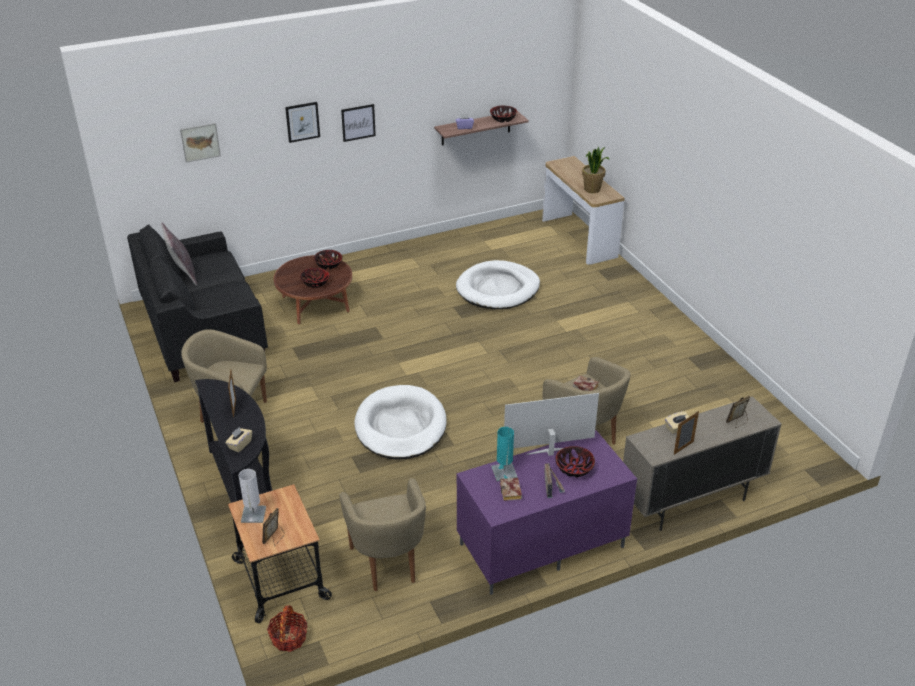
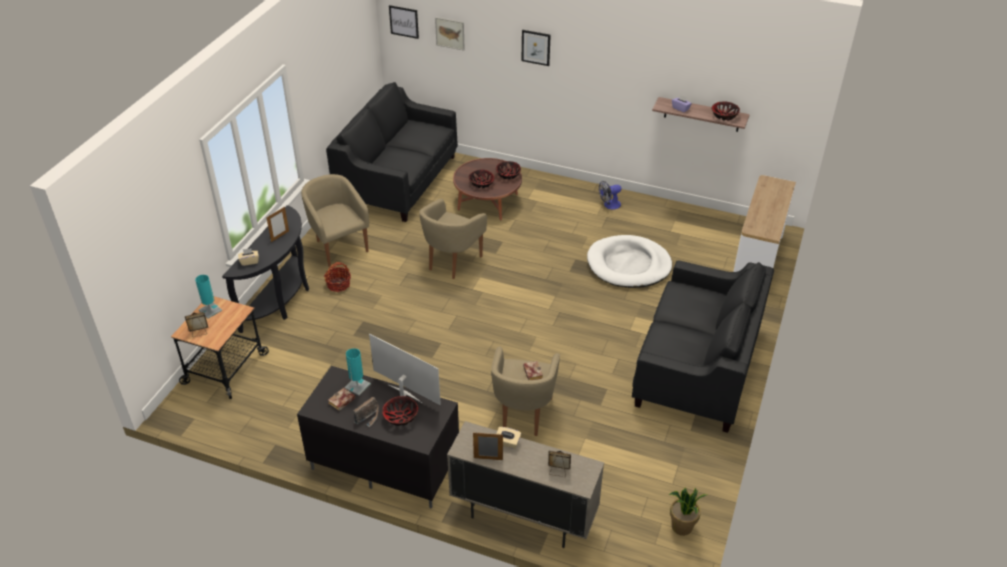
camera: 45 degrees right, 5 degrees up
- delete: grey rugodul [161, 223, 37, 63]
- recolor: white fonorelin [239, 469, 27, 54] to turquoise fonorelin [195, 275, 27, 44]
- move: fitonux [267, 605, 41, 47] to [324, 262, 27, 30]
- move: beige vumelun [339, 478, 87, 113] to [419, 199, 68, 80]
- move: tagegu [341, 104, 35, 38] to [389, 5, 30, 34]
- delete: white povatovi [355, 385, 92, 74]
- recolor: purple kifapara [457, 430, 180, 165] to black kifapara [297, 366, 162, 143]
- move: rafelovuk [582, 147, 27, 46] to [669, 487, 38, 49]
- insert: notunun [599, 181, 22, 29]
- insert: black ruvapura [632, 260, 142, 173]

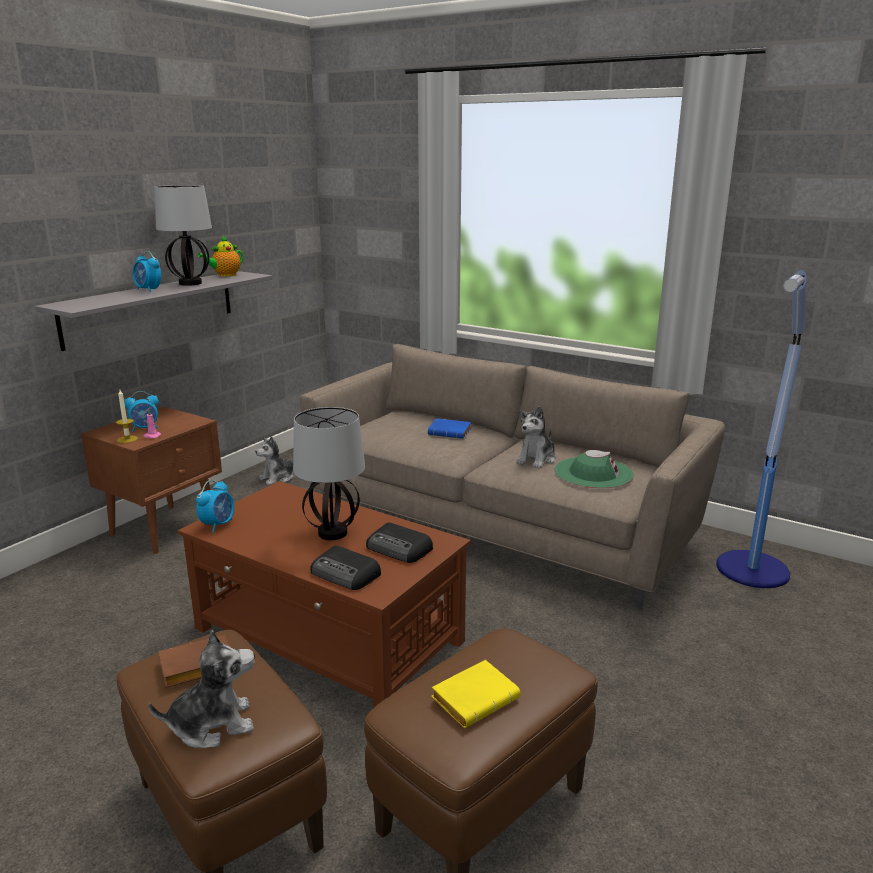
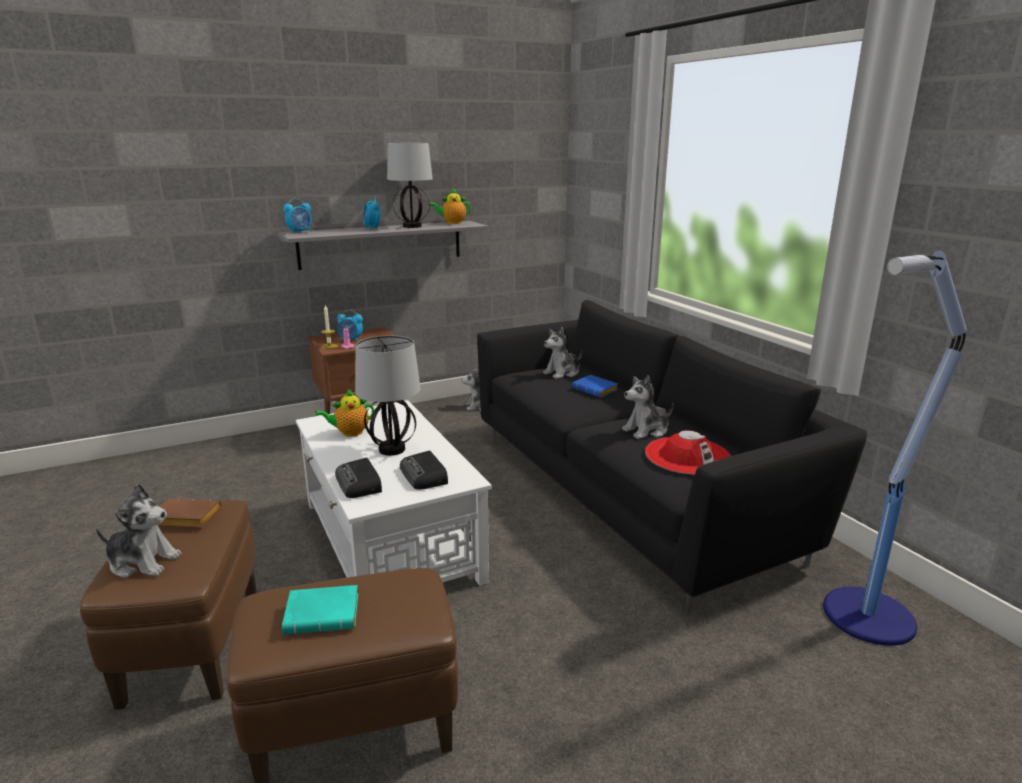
camera: 30 degrees right, 0 degrees up
- recolor: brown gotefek [178, 481, 293, 227] to white gotefek [296, 400, 196, 186]
- move: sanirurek [196, 480, 38, 53] to [283, 198, 29, 36]
- recolor: beige ruvapura [300, 344, 425, 266] to black ruvapura [477, 300, 390, 313]
- recolor: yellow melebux [431, 660, 90, 68] to turquoise melebux [282, 585, 76, 50]
- recolor: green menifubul [555, 450, 79, 38] to red menifubul [645, 431, 86, 43]
- insert: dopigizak [315, 389, 59, 48]
- insert: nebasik [543, 327, 39, 52]

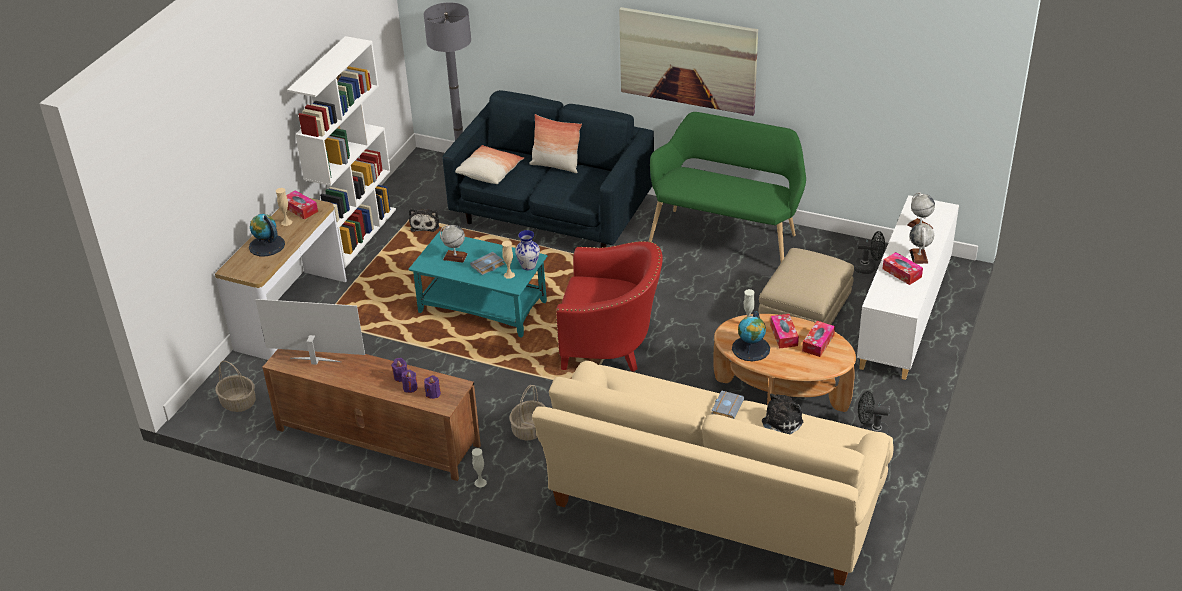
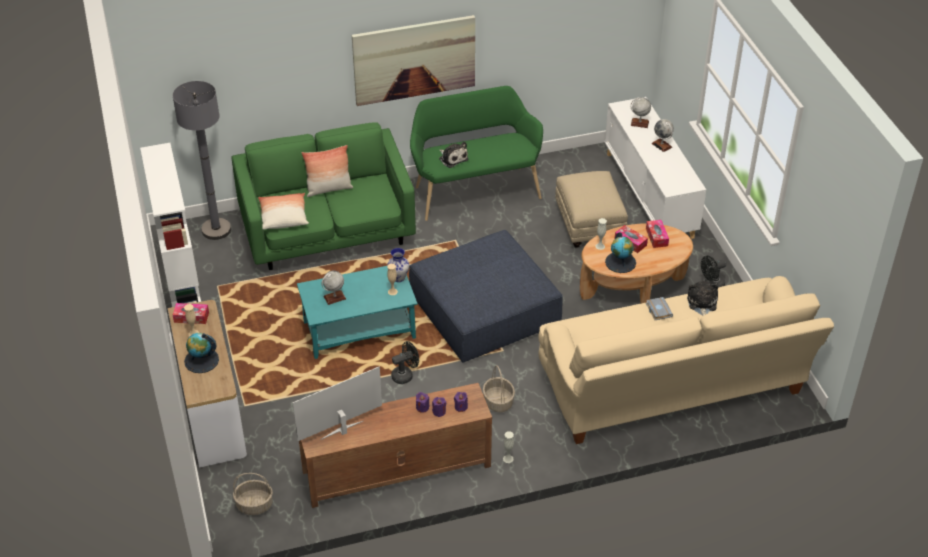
camera: 40 degrees left, 5 degrees up
- move: nebasik [409, 209, 30, 23] to [439, 142, 29, 26]
- recolor: blue ruvapura [442, 90, 212, 158] to green ruvapura [231, 122, 185, 148]
- delete: grey melebux [470, 252, 35, 23]
- replace: red vumelun [556, 241, 107, 131] to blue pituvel [409, 230, 154, 132]
- move: black notunun [853, 231, 32, 43] to [391, 341, 28, 43]
- delete: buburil [882, 252, 41, 33]

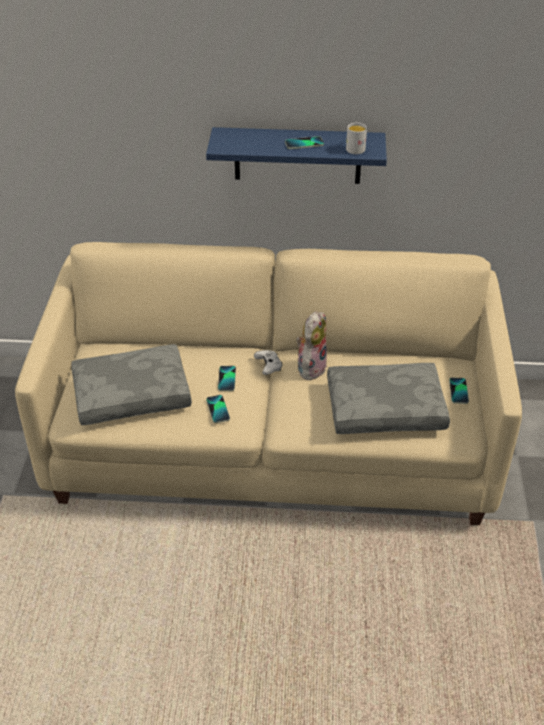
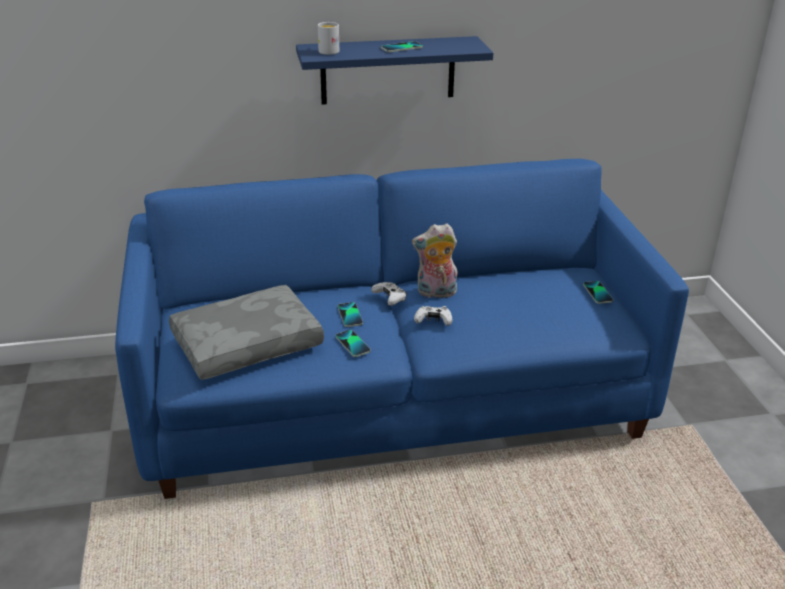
camera: 15 degrees left, 10 degrees down
- recolor: beige ruvapura [15, 242, 507, 283] to blue ruvapura [115, 159, 574, 340]
- rotate: nebasik [296, 311, 31, 69] = [412, 223, 46, 75] 105 degrees counterclockwise
- delete: grey rugodul [327, 363, 123, 71]
- move: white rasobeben [346, 123, 21, 31] to [318, 22, 21, 33]
- insert: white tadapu [414, 306, 38, 20]

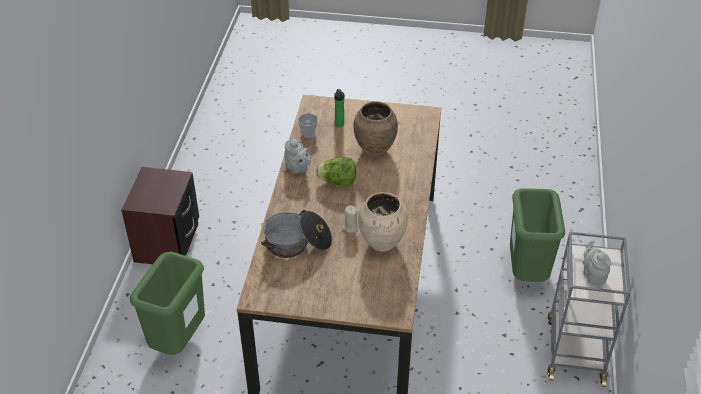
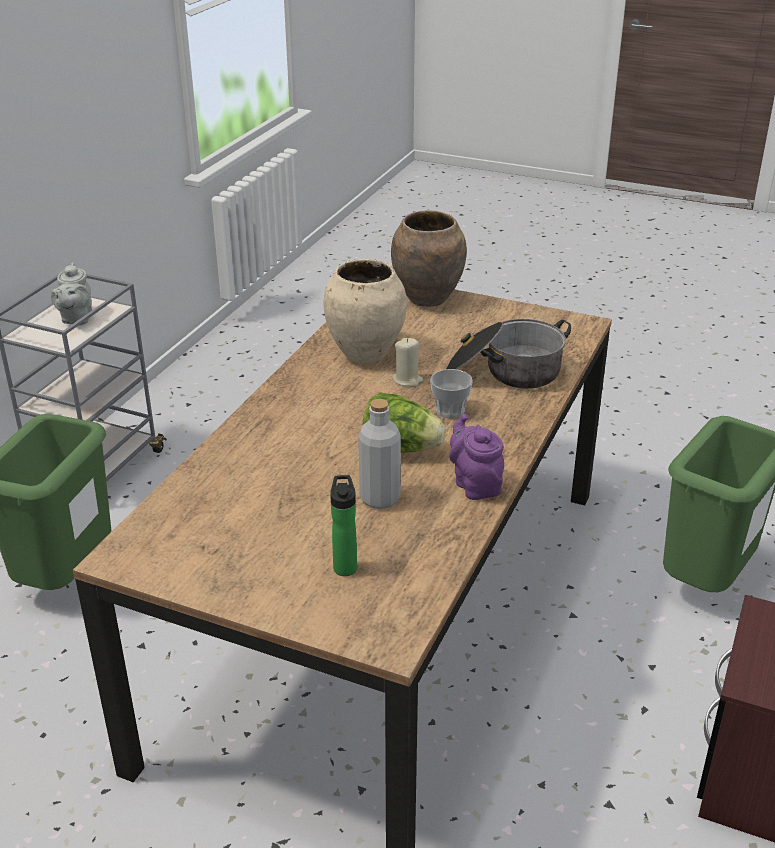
camera: 165 degrees left, 10 degrees down
- recolor: grey dopigizak [284, 138, 27, 36] to purple dopigizak [449, 414, 55, 86]
- move: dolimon [298, 113, 20, 25] to [430, 369, 43, 50]
- move: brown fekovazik [353, 101, 45, 56] to [391, 210, 76, 97]
- insert: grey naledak [358, 399, 43, 110]

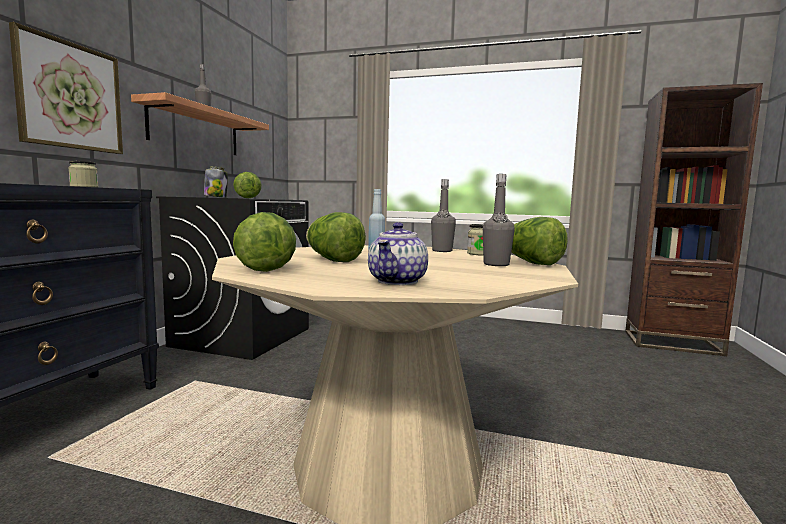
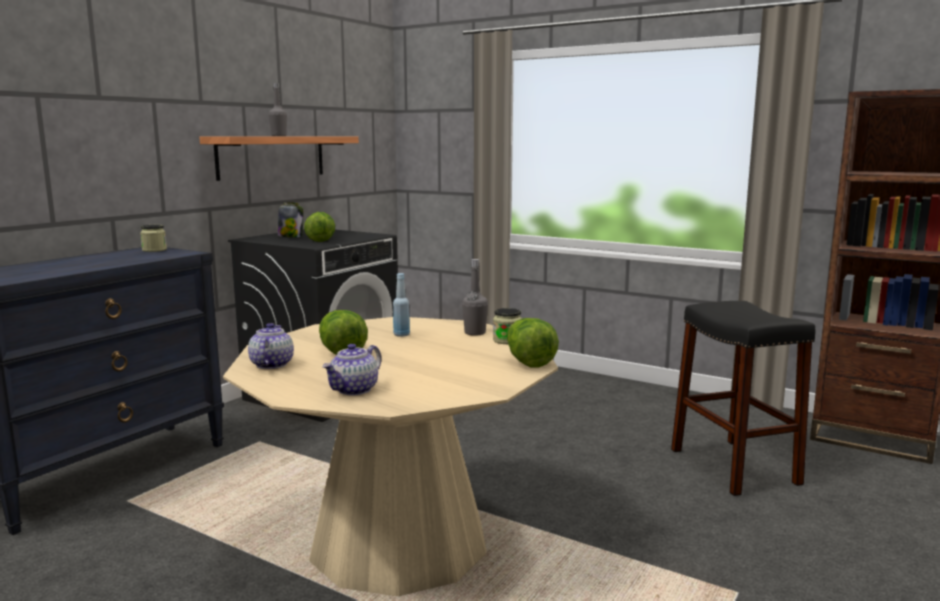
camera: 15 degrees right, 5 degrees up
- delete: tagegu [9, 22, 114, 132]
- replace: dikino [233, 212, 63, 60] to dopigizak [248, 323, 46, 46]
- delete: grey naledak [483, 174, 32, 92]
- insert: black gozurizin [671, 301, 145, 195]

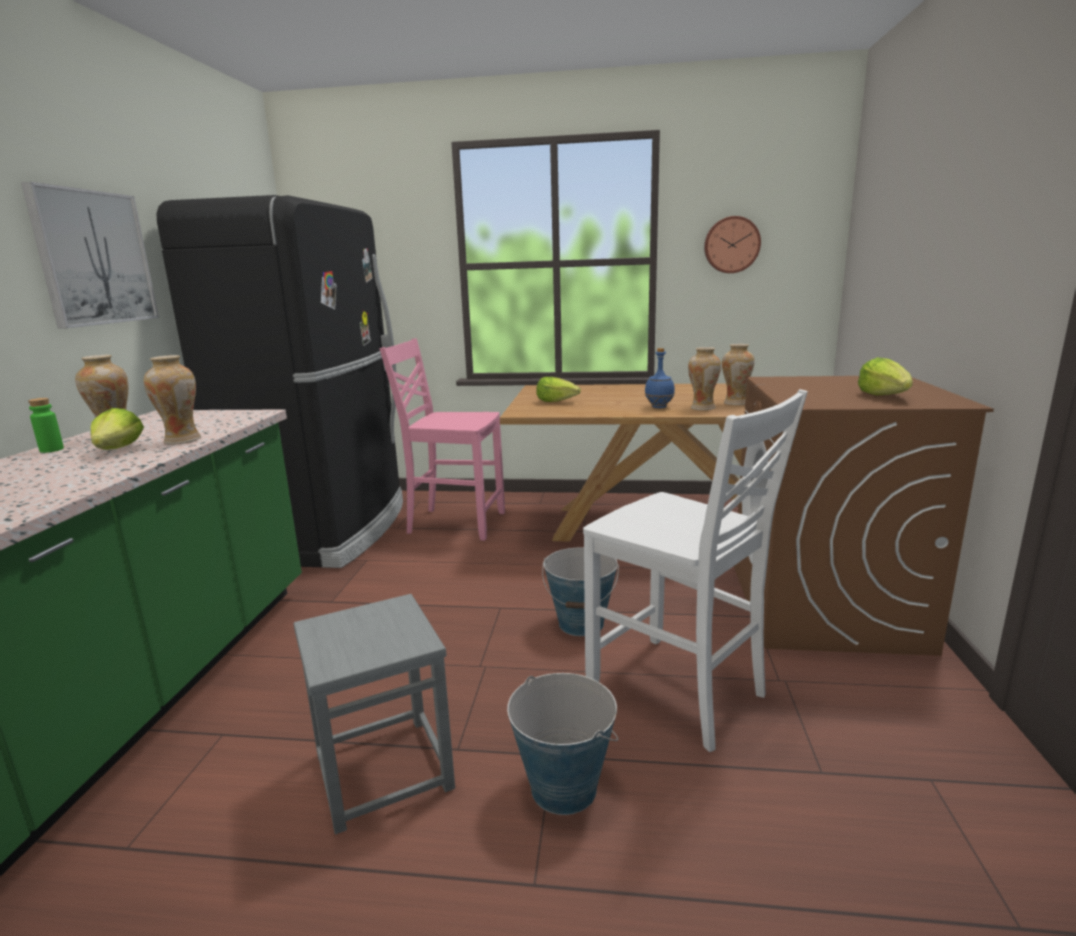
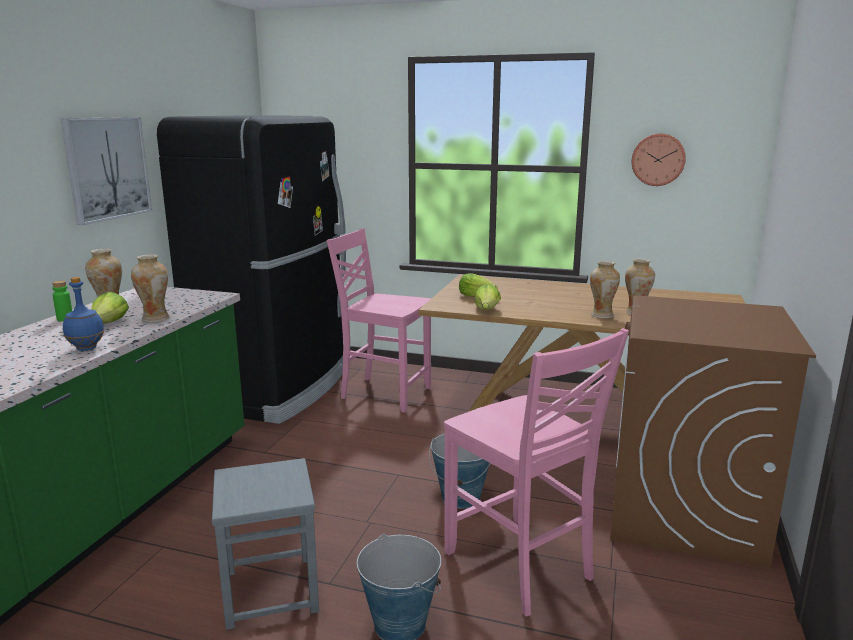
camera: 10 degrees right, 0 degrees up
- recolor: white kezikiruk [583, 389, 225, 363] to pink kezikiruk [444, 328, 185, 289]
- move: blue naledak [645, 348, 30, 60] to [63, 277, 41, 74]
- move: dikino [858, 357, 55, 38] to [475, 284, 26, 26]

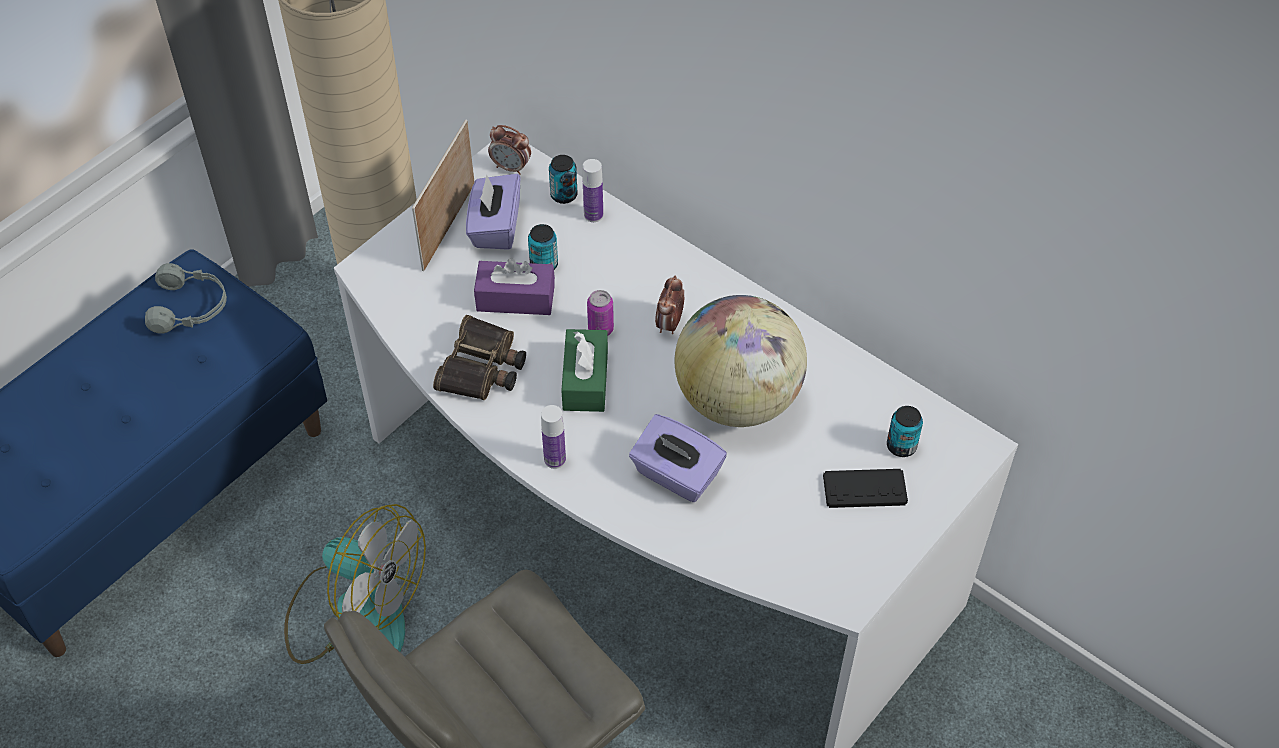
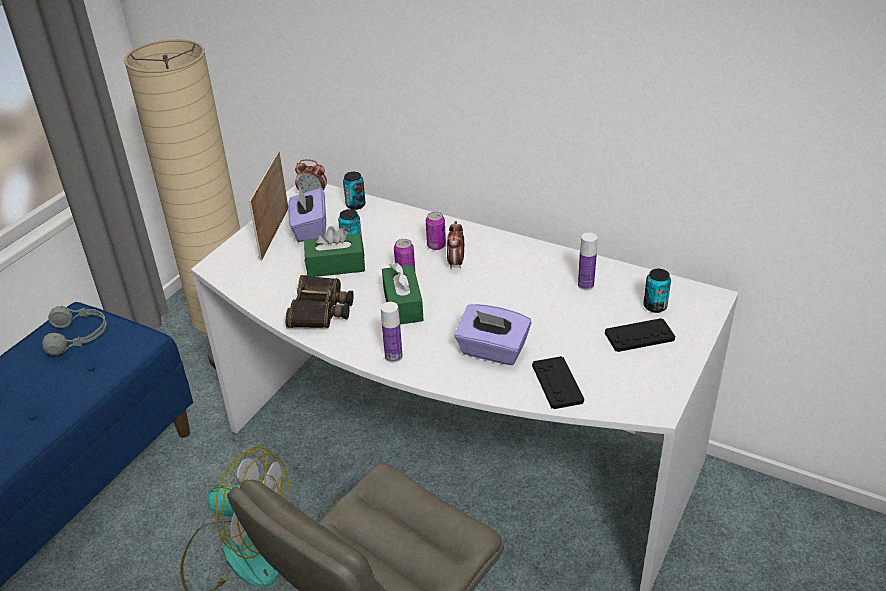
camera: 10 degrees left, 15 degrees down
- recolor: purple buburil [474, 258, 81, 57] to green buburil [304, 226, 61, 51]
- move: naledak [583, 159, 20, 63] to [578, 233, 20, 57]
- delete: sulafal [675, 295, 132, 132]
- insert: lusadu [426, 212, 20, 38]
- insert: black tadapu [532, 356, 52, 53]

